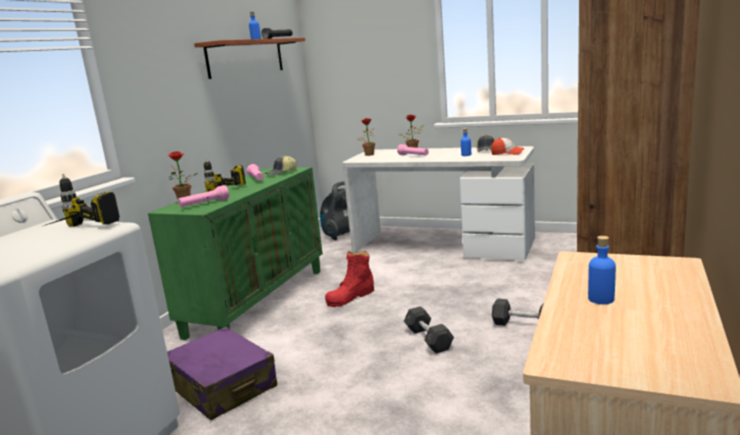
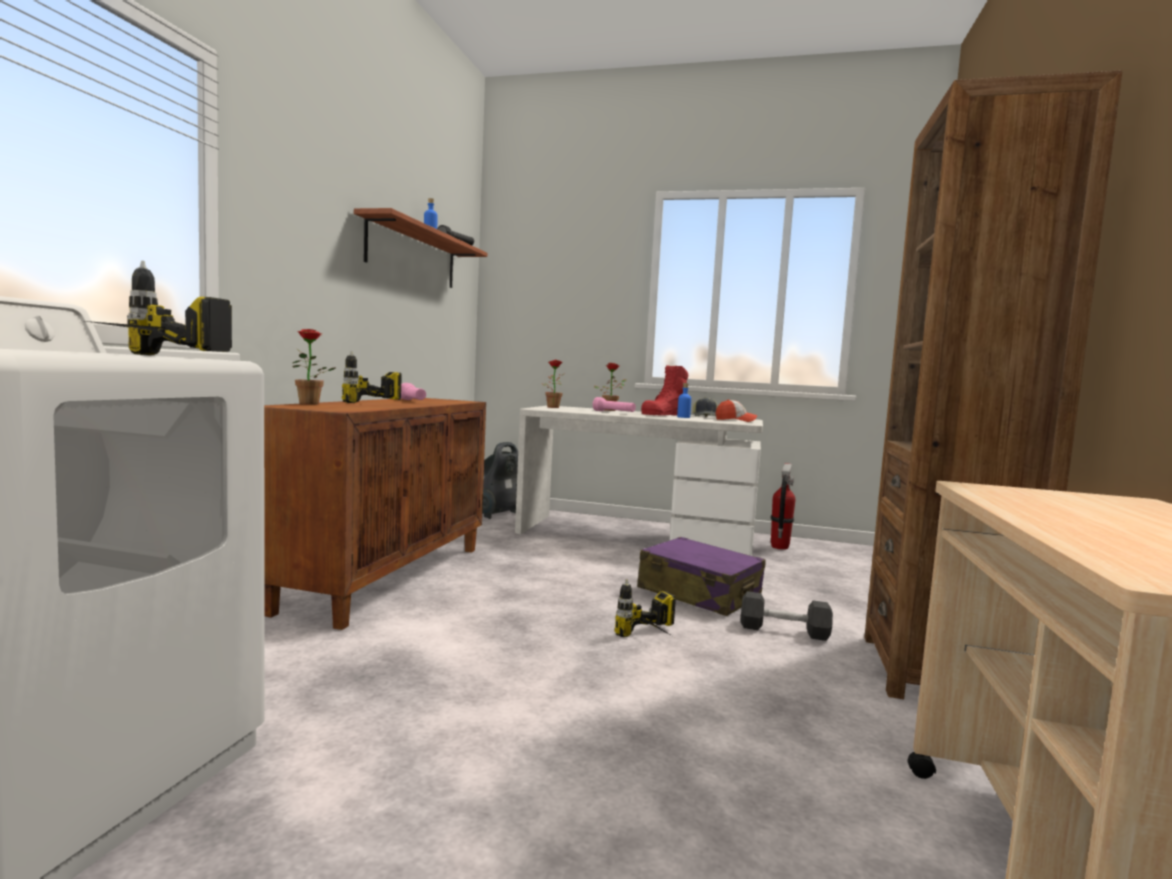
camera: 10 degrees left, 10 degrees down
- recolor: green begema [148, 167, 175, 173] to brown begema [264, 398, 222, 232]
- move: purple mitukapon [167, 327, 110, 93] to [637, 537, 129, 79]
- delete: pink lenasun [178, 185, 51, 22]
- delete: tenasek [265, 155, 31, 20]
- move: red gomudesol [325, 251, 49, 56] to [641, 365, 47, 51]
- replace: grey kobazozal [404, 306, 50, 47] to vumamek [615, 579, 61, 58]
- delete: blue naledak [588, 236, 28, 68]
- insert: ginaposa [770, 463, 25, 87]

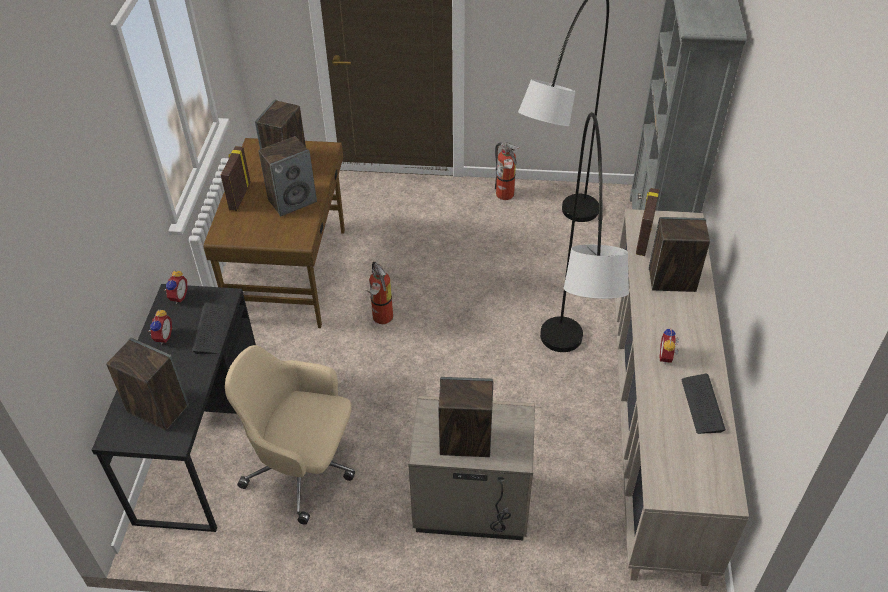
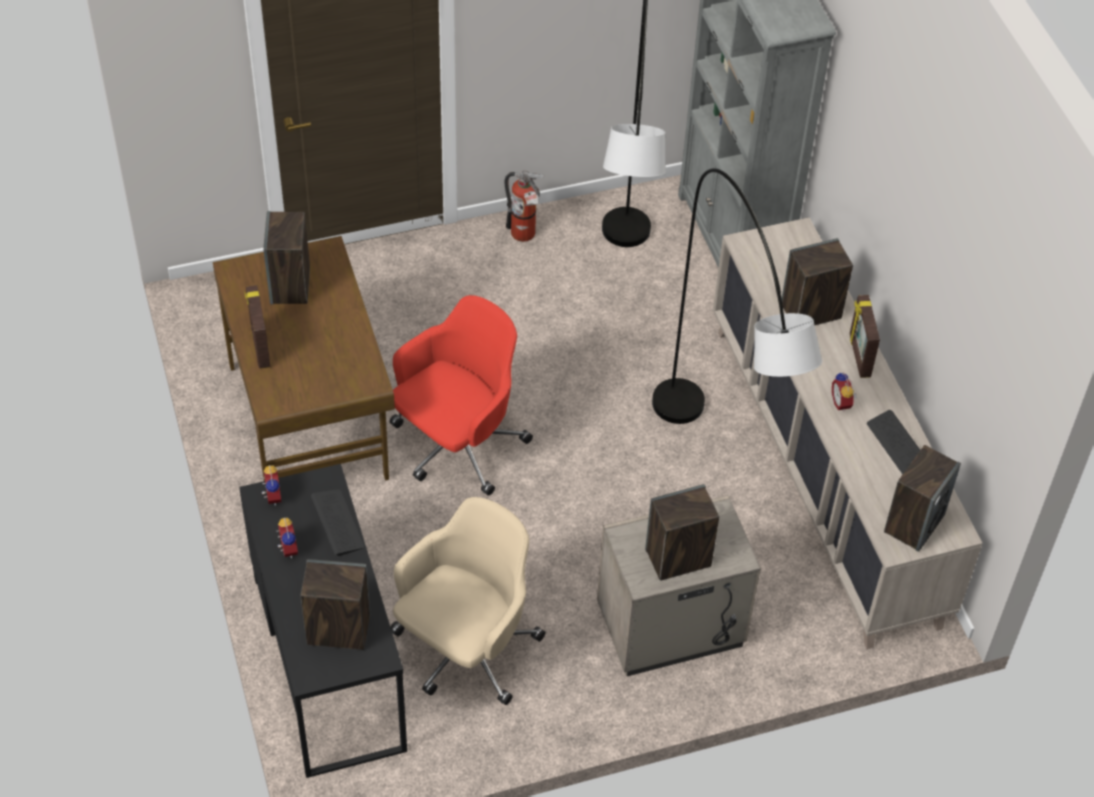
camera: 25 degrees left, 5 degrees up
- rotate: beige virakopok [225, 345, 130, 180] = [391, 497, 155, 208] 135 degrees clockwise
- move: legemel [258, 136, 59, 80] to [884, 445, 77, 107]
- replace: ginaposa [366, 262, 27, 62] to red virakopok [390, 295, 143, 201]
- move: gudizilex [636, 188, 23, 68] to [850, 295, 30, 83]

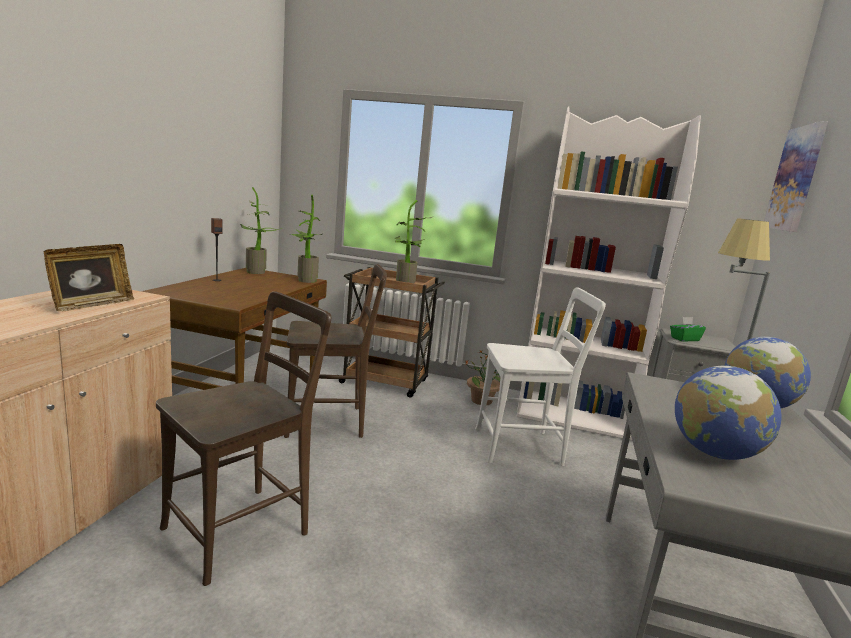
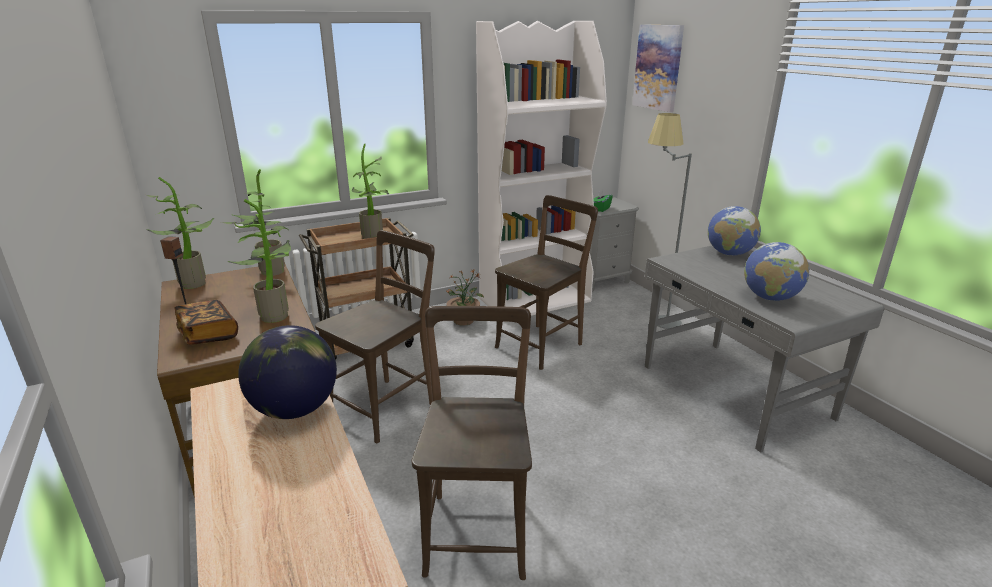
camera: 40 degrees left, 10 degrees up
- replace: gudizilex [43, 244, 91, 67] to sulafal [238, 325, 99, 94]
- recolor: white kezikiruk [475, 287, 131, 179] to brown kezikiruk [495, 195, 103, 175]
- insert: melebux [174, 300, 64, 45]
- insert: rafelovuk [221, 199, 70, 124]

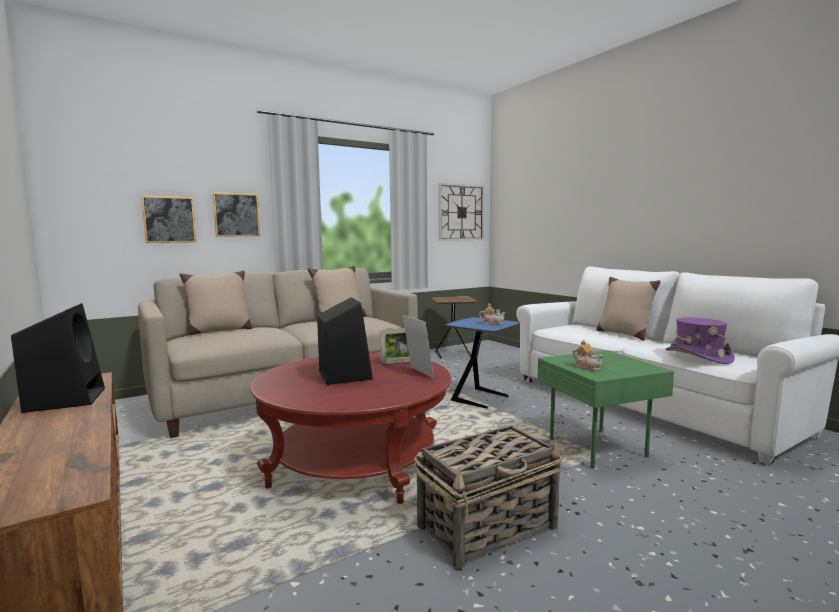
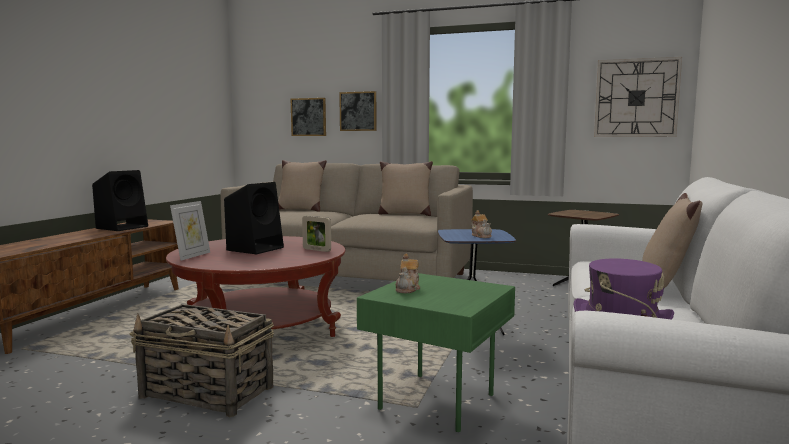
camera: 50 degrees right, 0 degrees up
- move: gudizilex [403, 315, 31, 63] to [170, 201, 40, 60]

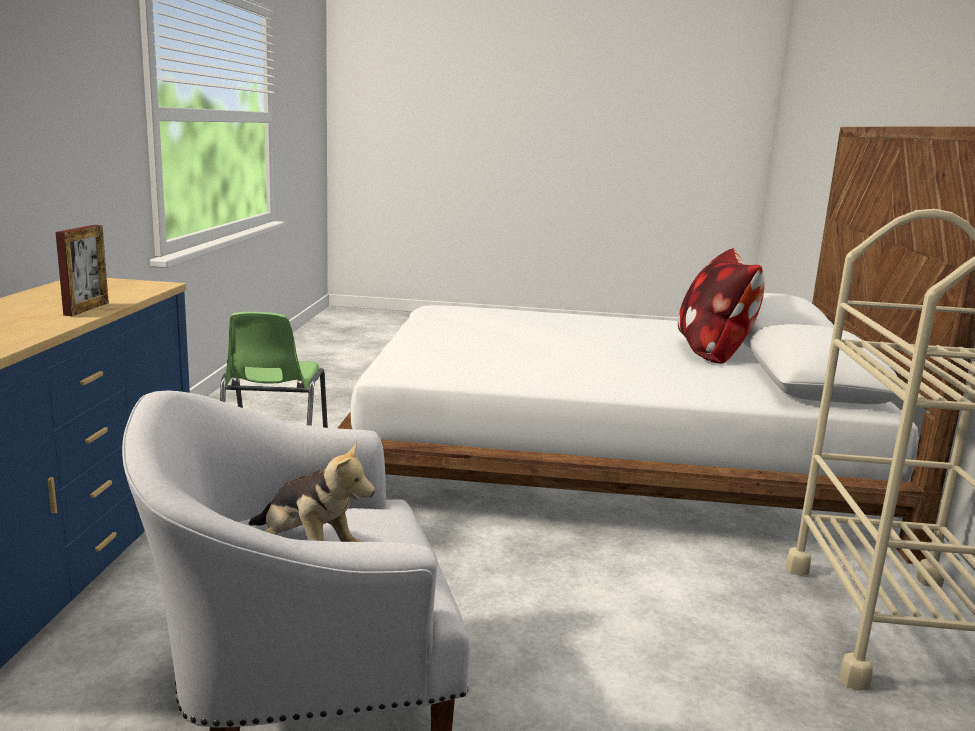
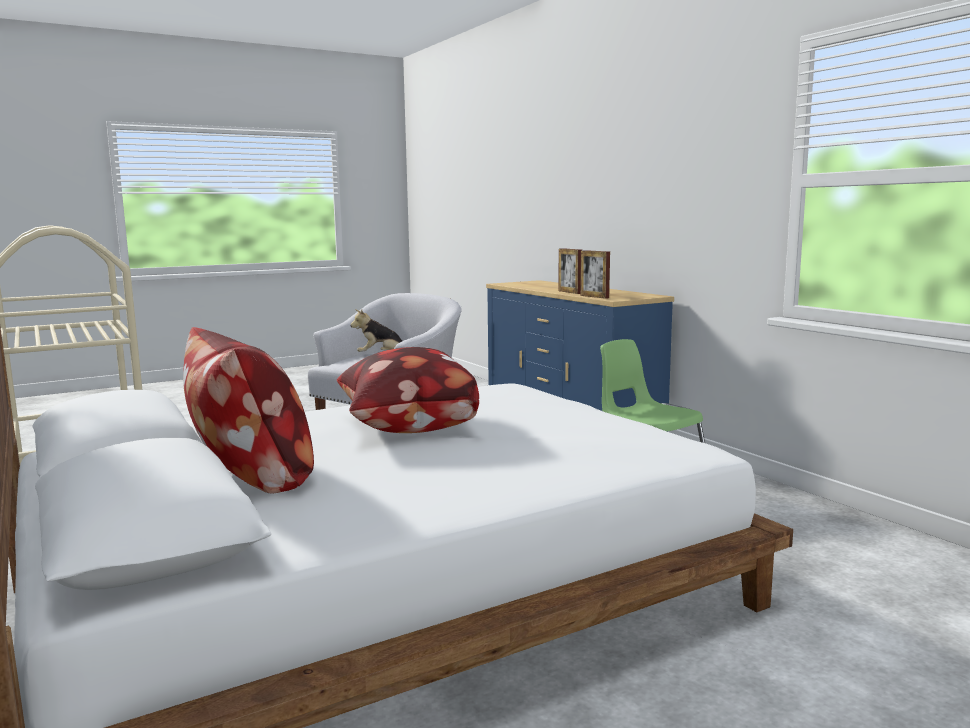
camera: 145 degrees right, 5 degrees down
- insert: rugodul [337, 347, 142, 86]
- insert: gudizilex [580, 250, 30, 49]

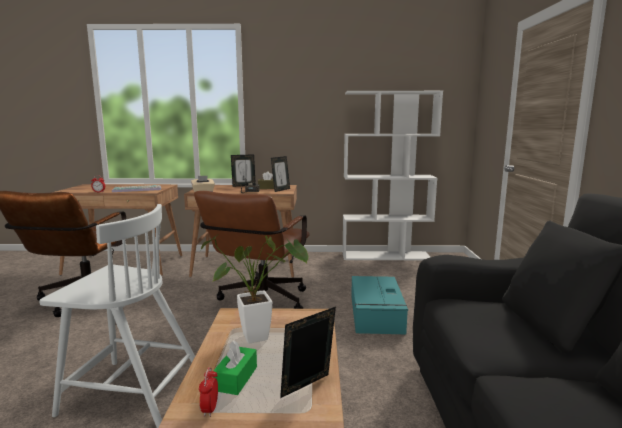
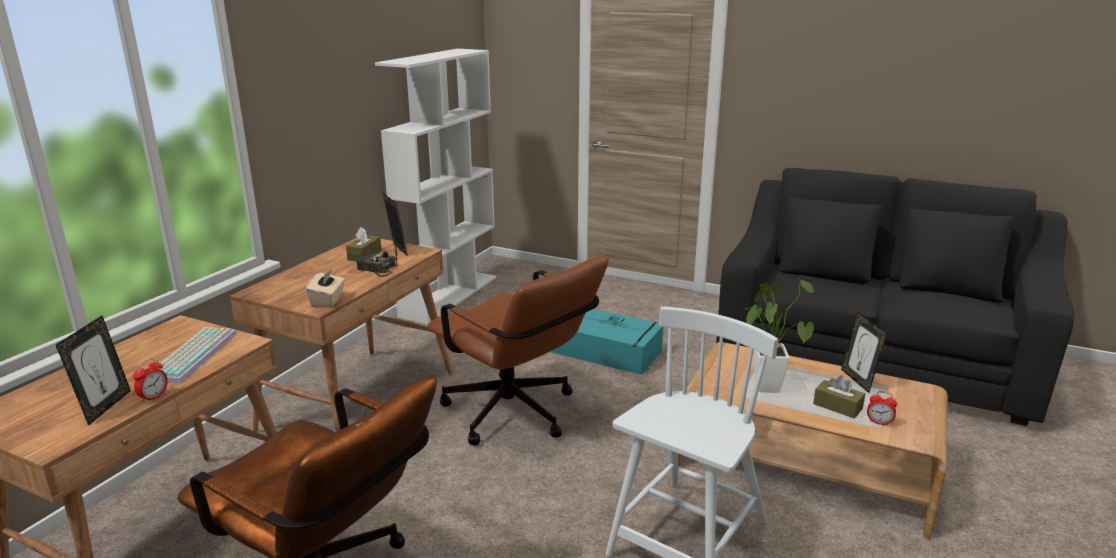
camera: 65 degrees left, 10 degrees up
- recolor: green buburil [213, 341, 44, 54] to brown buburil [813, 376, 52, 43]
- move: gudizilex [231, 154, 25, 33] to [56, 316, 75, 110]

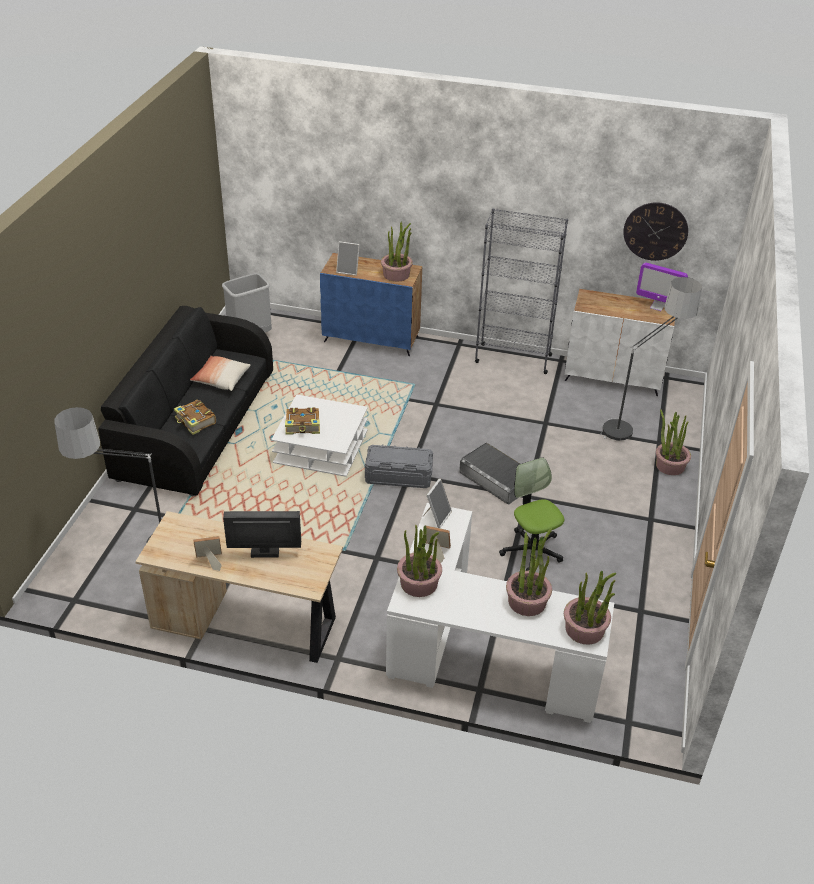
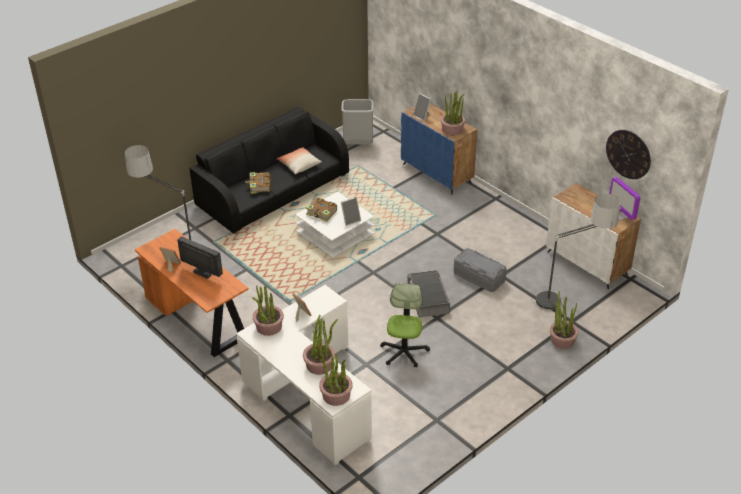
camera: 35 degrees right, 0 degrees up
- recolor: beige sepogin [135, 511, 208, 152] to orange sepogin [135, 229, 114, 128]
- move: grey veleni [365, 444, 68, 44] to [454, 248, 53, 44]
- move: gudizilex [423, 478, 29, 50] to [341, 197, 20, 29]
- delete: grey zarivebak [475, 208, 93, 166]

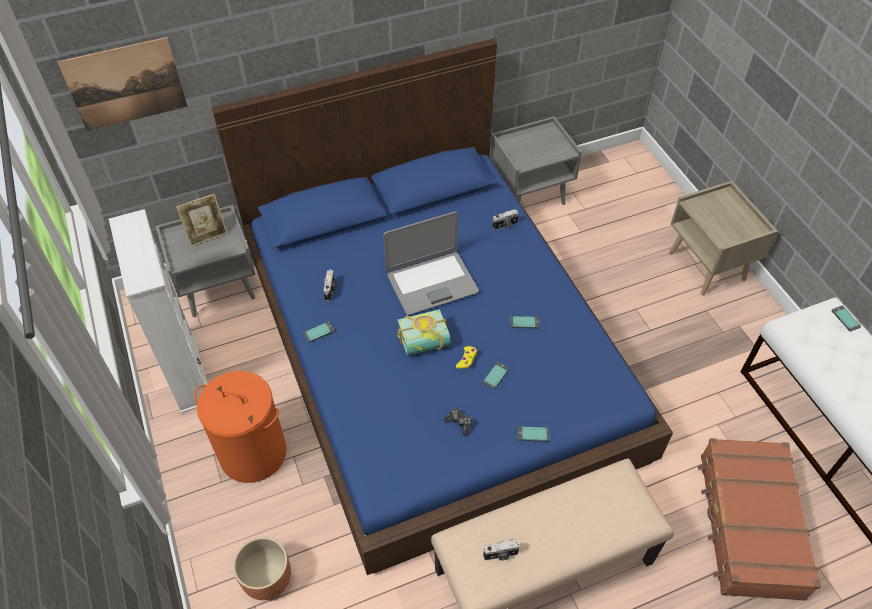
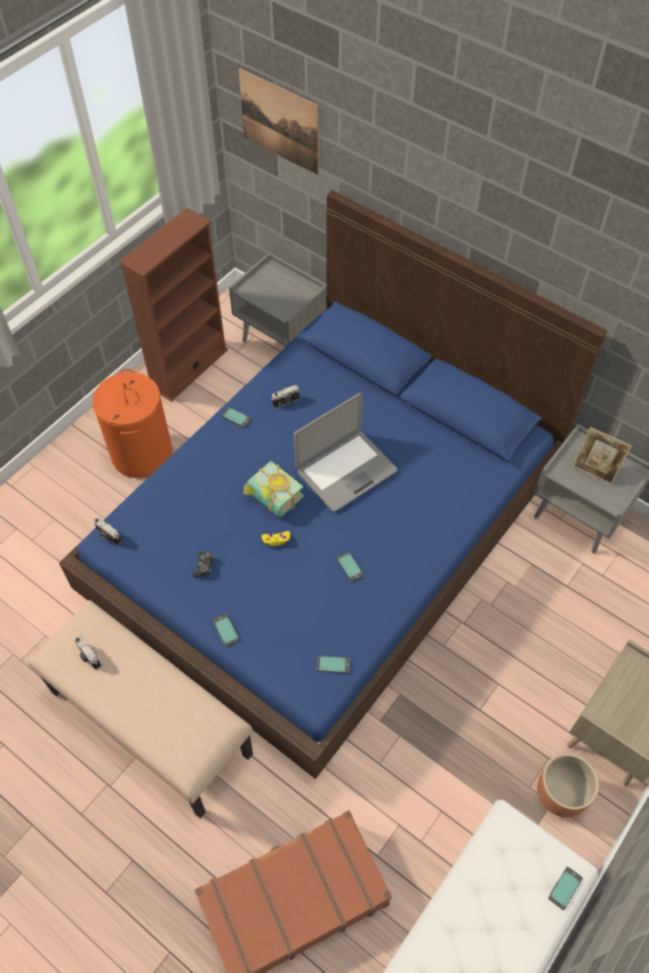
camera: 60 degrees right, 5 degrees up
- recolor: white zarivebak [109, 209, 99, 204] to brown zarivebak [119, 208, 109, 194]
- move: gudizilex [176, 194, 52, 53] to [572, 427, 60, 58]
- move: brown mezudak [233, 537, 58, 63] to [537, 754, 62, 63]
- rotate: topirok [383, 211, 96, 104] = [294, 393, 103, 119] 75 degrees counterclockwise
- move: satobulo [483, 362, 26, 28] to [316, 656, 34, 17]
- move: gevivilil [492, 209, 27, 21] to [93, 517, 29, 29]

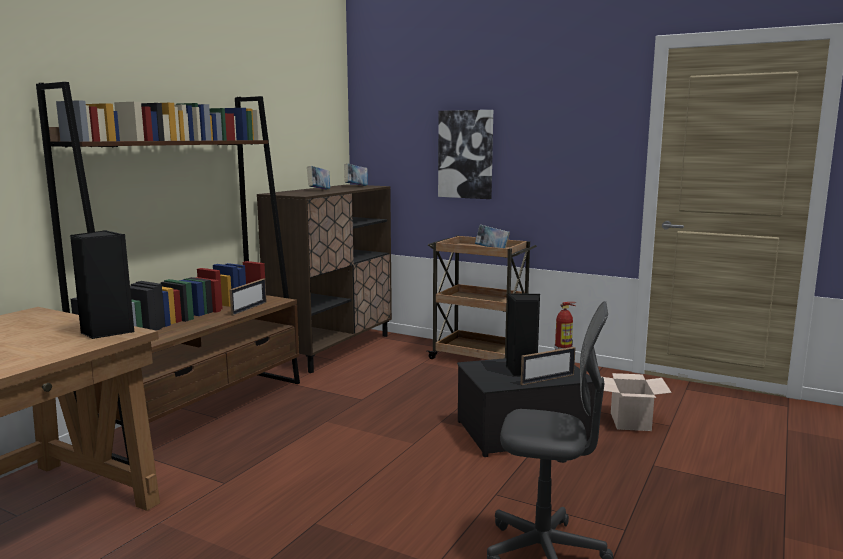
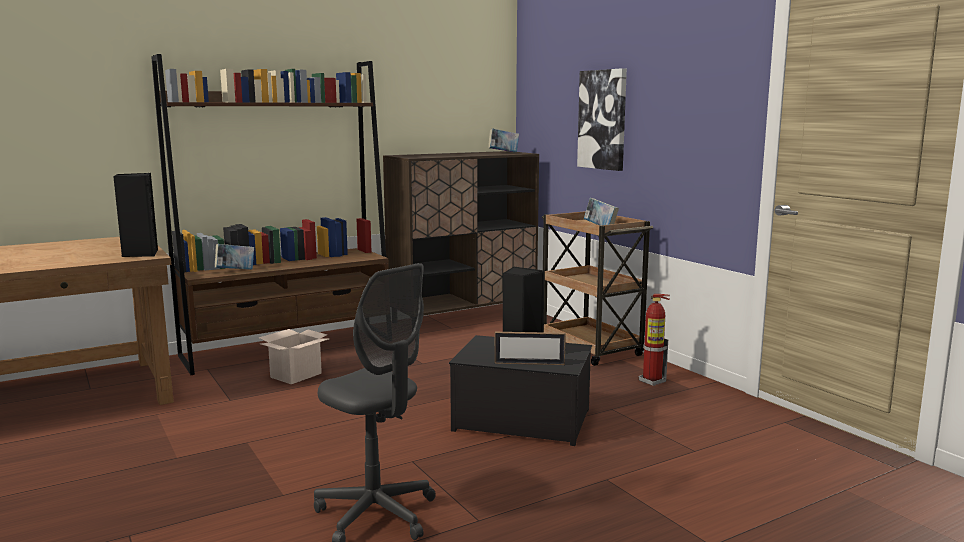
camera: 30 degrees right, 0 degrees up
- delete: gudizilex [230, 278, 37, 38]
- move: melebux [307, 166, 23, 24] to [215, 244, 39, 26]
- move: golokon [603, 373, 69, 58] to [259, 329, 70, 55]

